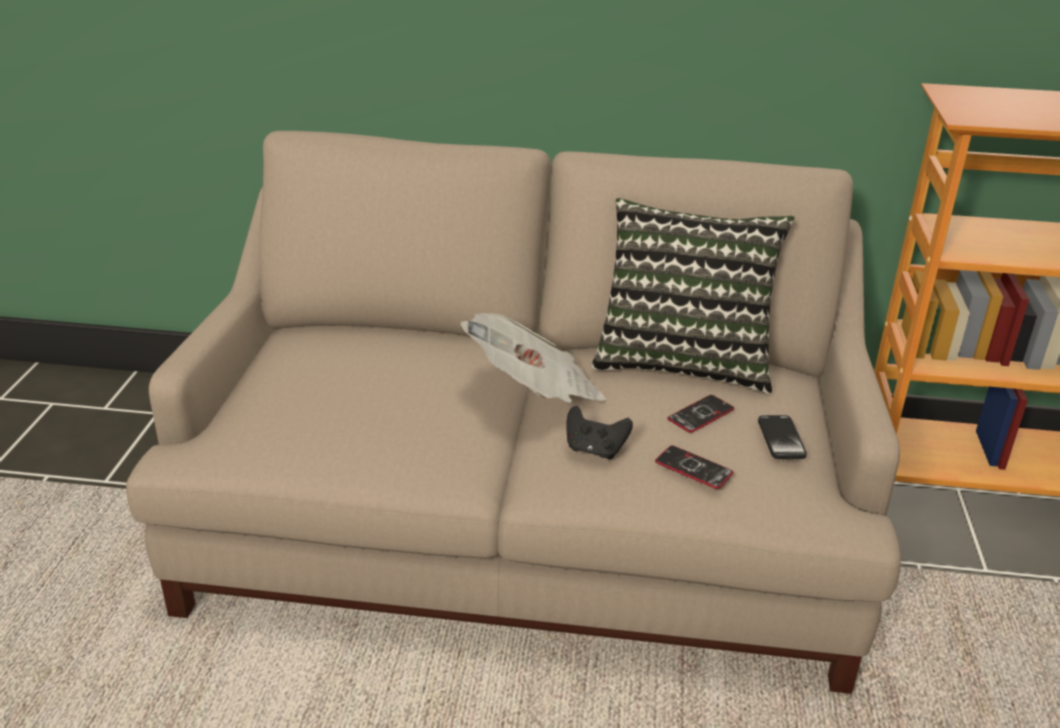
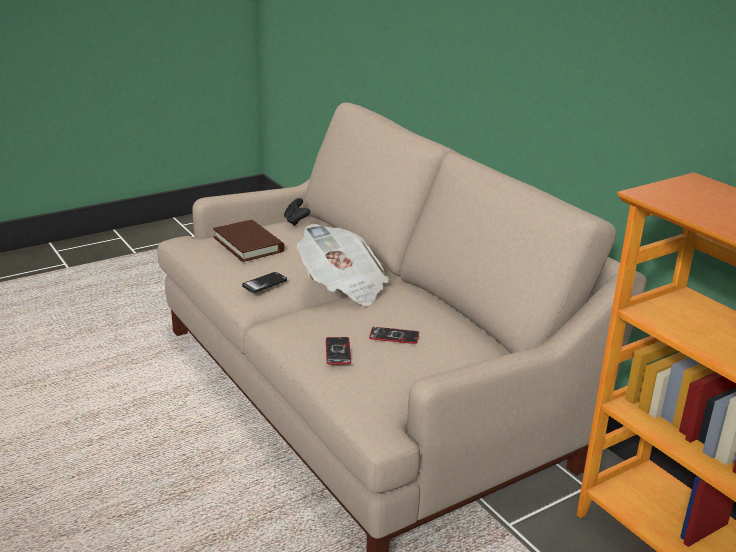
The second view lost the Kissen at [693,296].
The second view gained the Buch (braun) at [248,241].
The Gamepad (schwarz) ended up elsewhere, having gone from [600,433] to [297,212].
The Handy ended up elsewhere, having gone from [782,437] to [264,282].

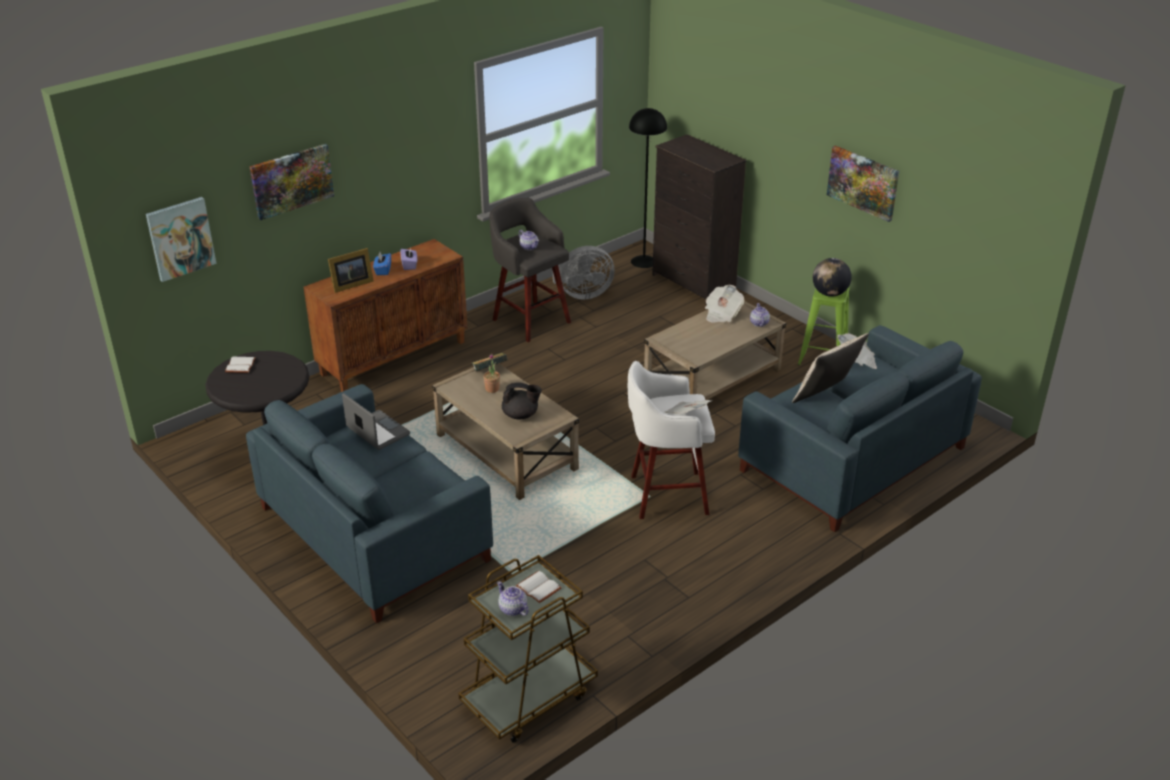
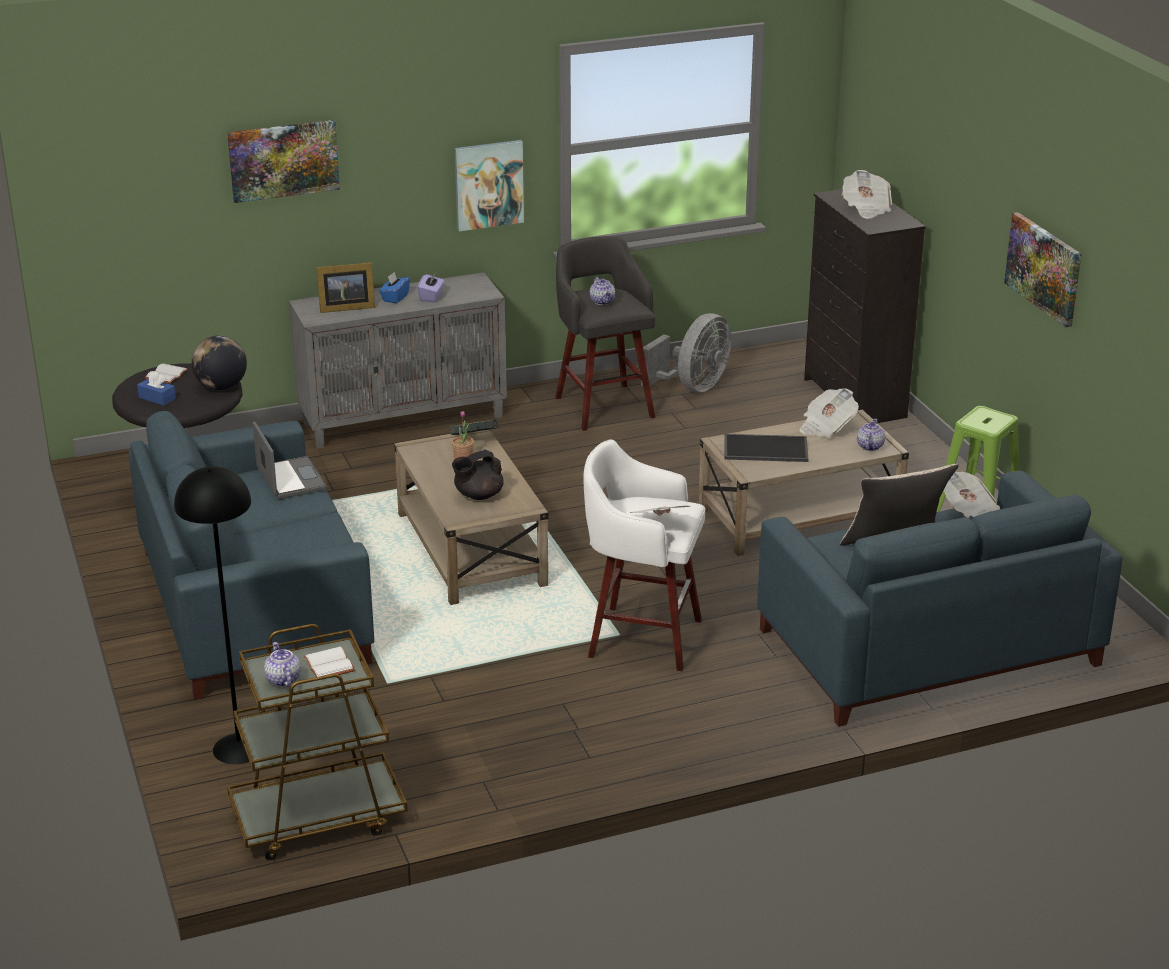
The second view gained the Taschentuchbox (blau) at [156,389].
The second view gained the Tablett at [766,448].
The second view gained the Zeitung at [867,194].
The Bild ended up elsewhere, having gone from [181,239] to [489,185].
The Stehlampe (schwarz) ended up elsewhere, having gone from [648,188] to [212,615].
The Globus ended up elsewhere, having gone from [832,277] to [219,362].
What was the Schrank (braun) at [385,315] turned into the Schrank (grau) at [398,360].
The Teekanne (schwarz) at [522,400] ended up facing another way, 120 degrees clockwise from before.
The Ventilator (grau) at [584,272] ended up facing another way, 60 degrees counterclockwise from before.

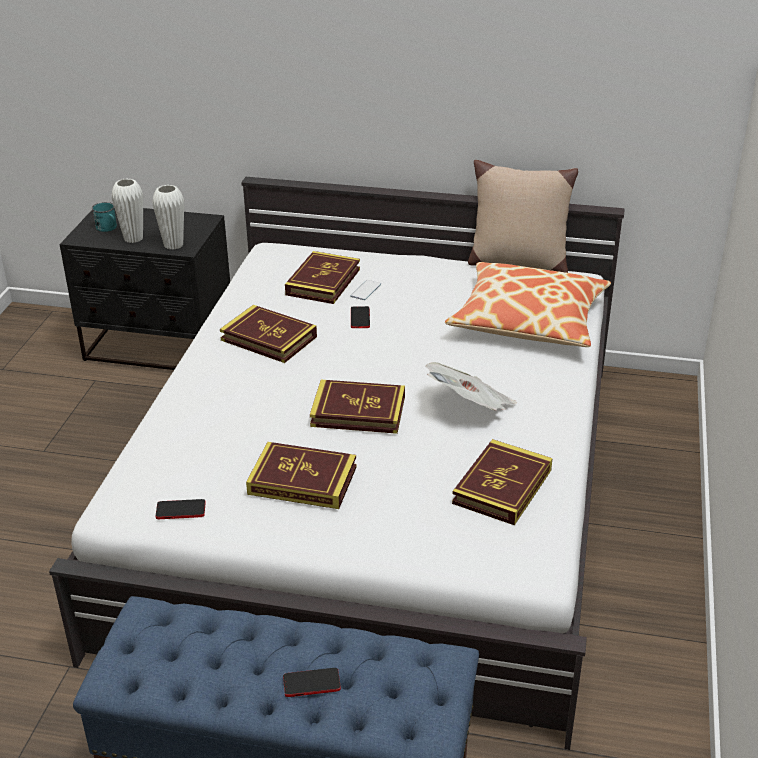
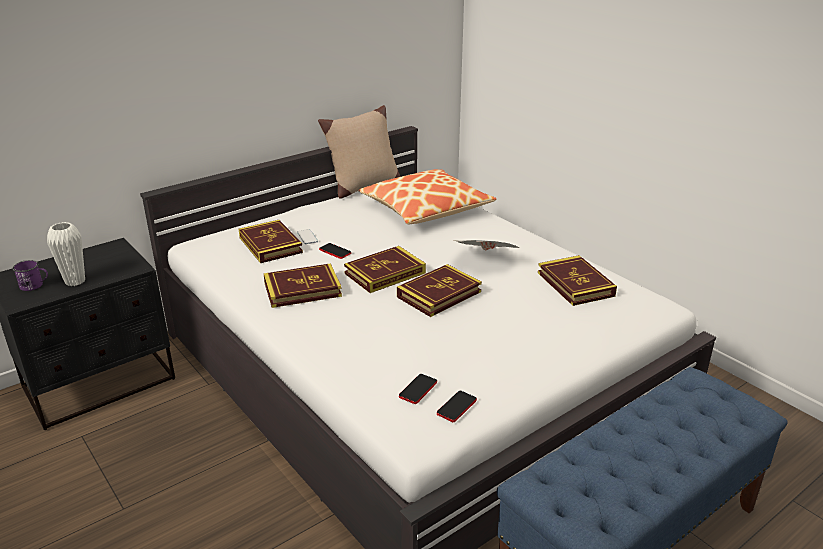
The second view lost the Vase (weiß) at [168,217].
The Buch ended up elsewhere, having gone from [301,475] to [385,269].
The Handy ended up elsewhere, having gone from [312,682] to [418,389].
What was the Henkelbecher (türkis) at [104,217] turned into the Henkelbecher (lila) at [30,275].

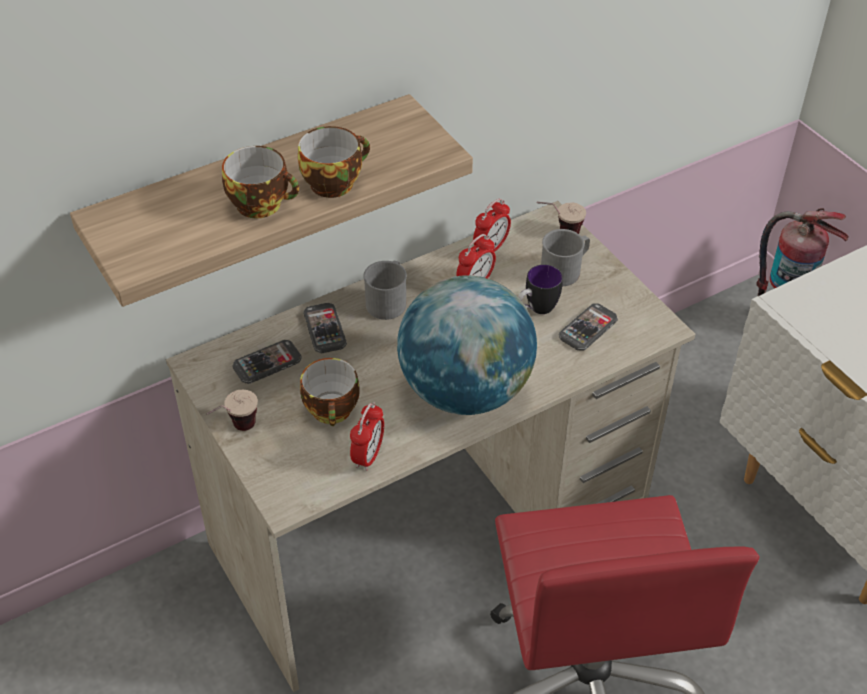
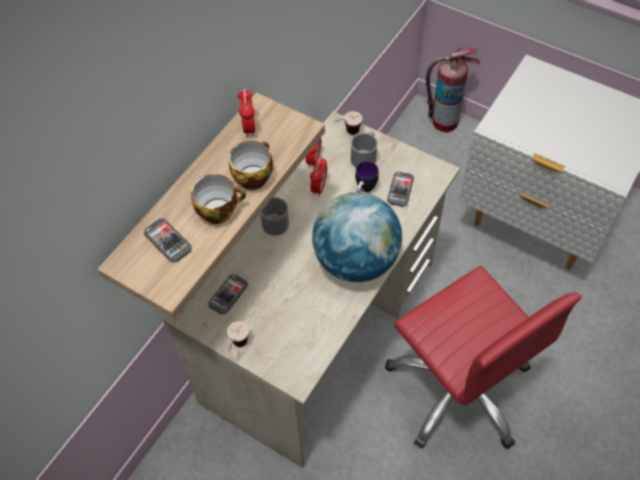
The second view lost the Tasse at [330,392].
The Handy ended up elsewhere, having gone from [325,328] to [168,240].
The Wecker ended up elsewhere, having gone from [367,436] to [246,112].

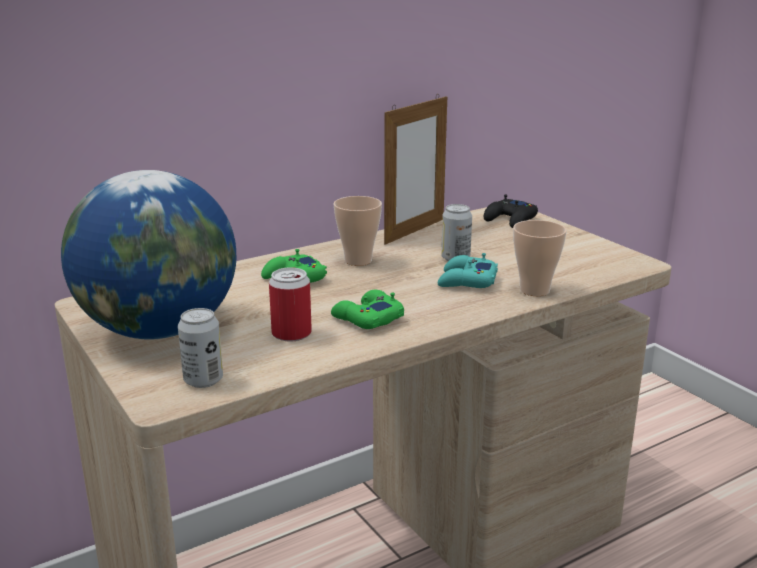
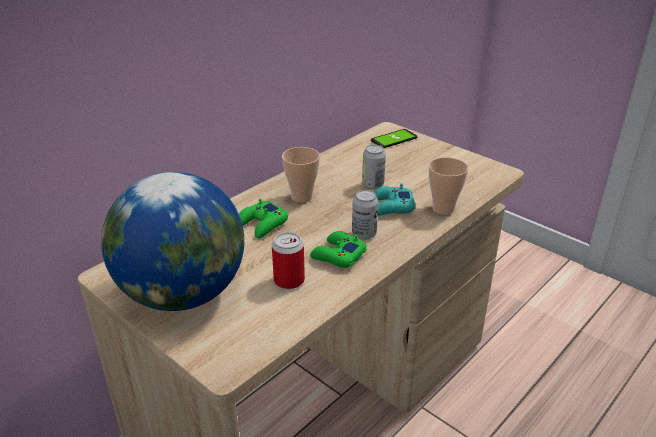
The second view lost the Bilderrahmen at [415,169].
The Dose ended up elsewhere, having gone from [200,348] to [365,215].
Where the Gamepad (schwarz) stood at [511,211], the Handy came to stand at [394,138].

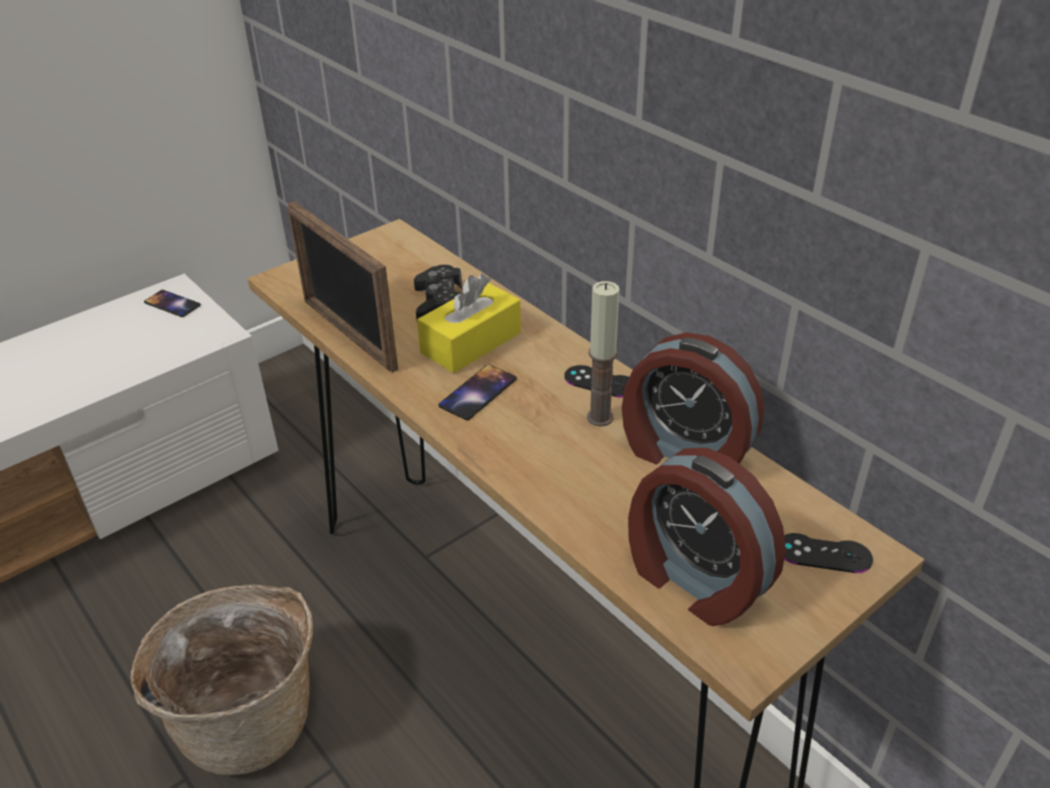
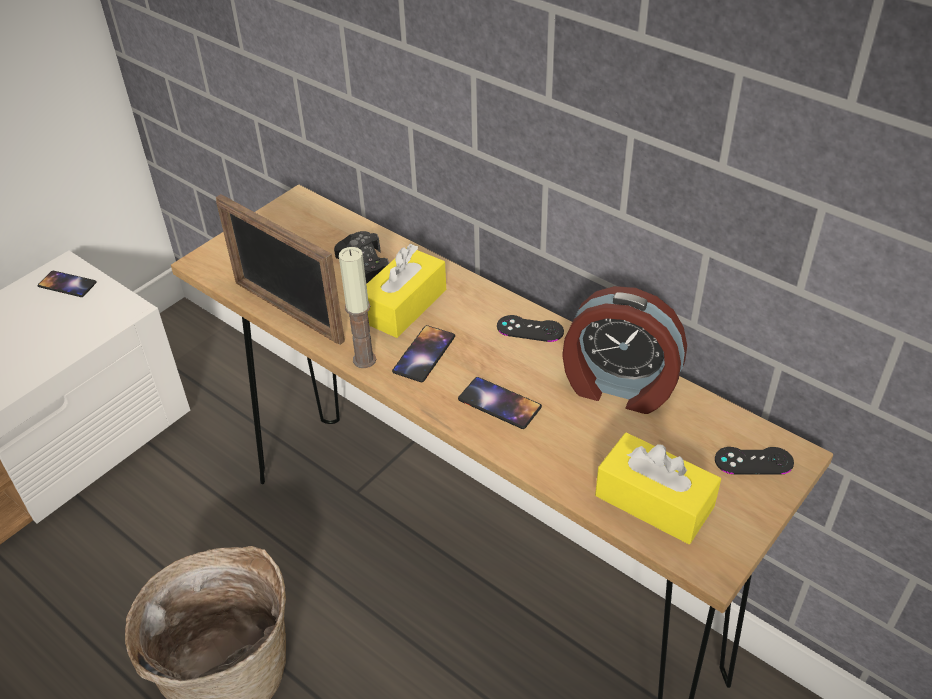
The second view gained the Handy at [500,403].
The Kerze ended up elsewhere, having gone from [603,354] to [357,307].
Where the Wecker stood at [707,537], the Taschentuchbox (gelb) came to stand at [658,488].

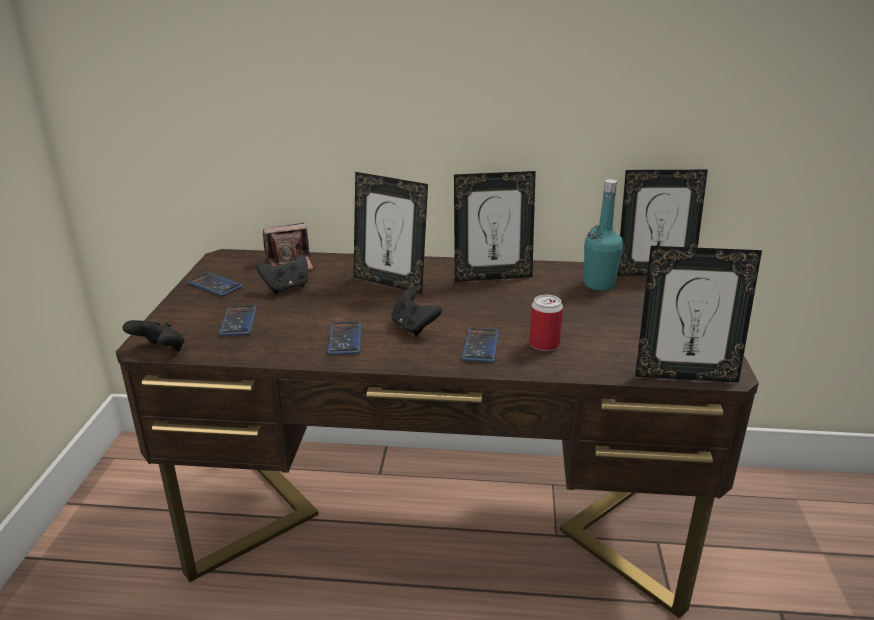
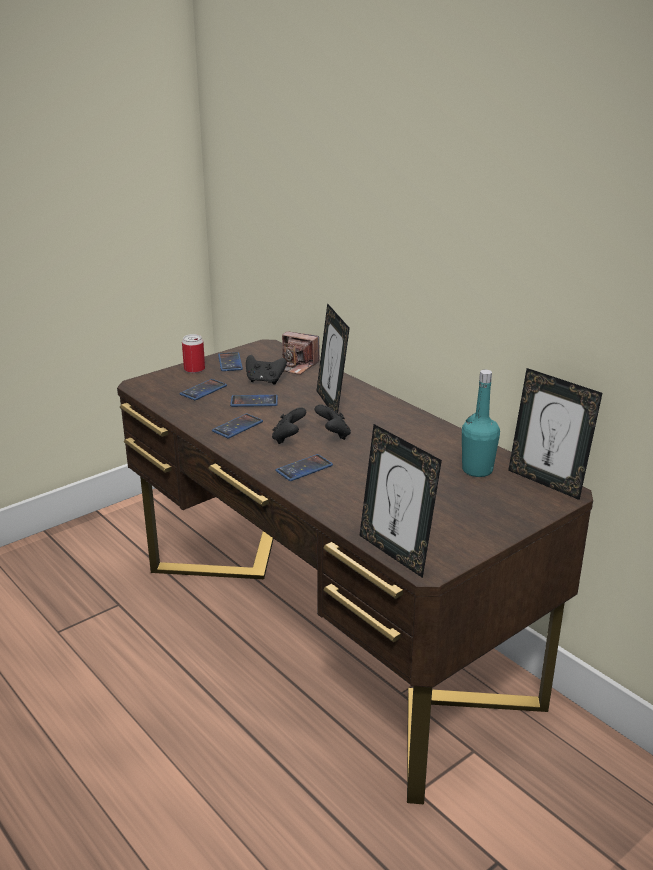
The second view lost the Bilderrahmen at [495,226].
The second view gained the Handy at [254,401].
The Gamepad (schwarz) ended up elsewhere, having gone from [153,335] to [333,422].
The Dose ended up elsewhere, having gone from [546,322] to [193,353].

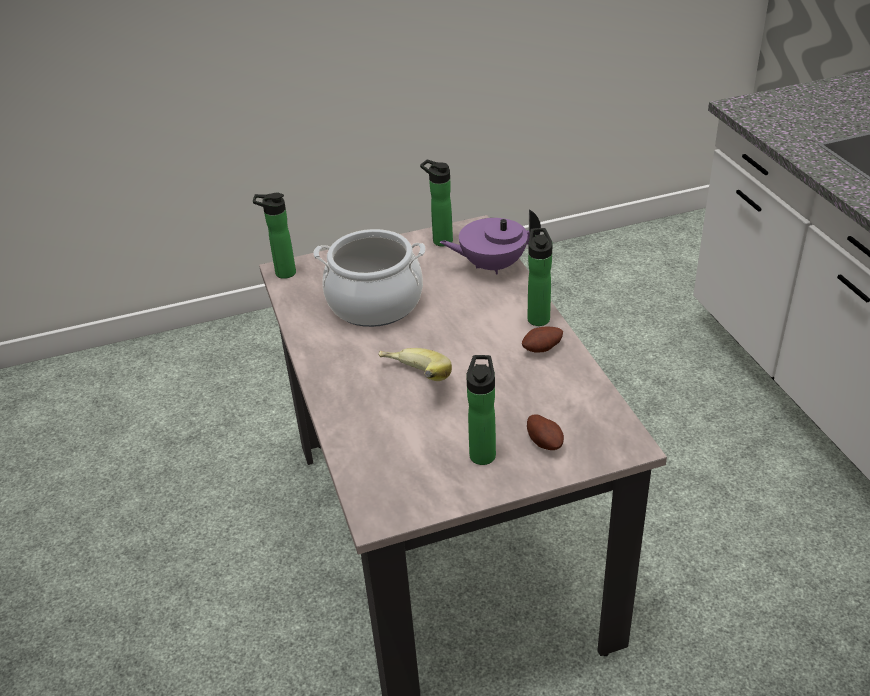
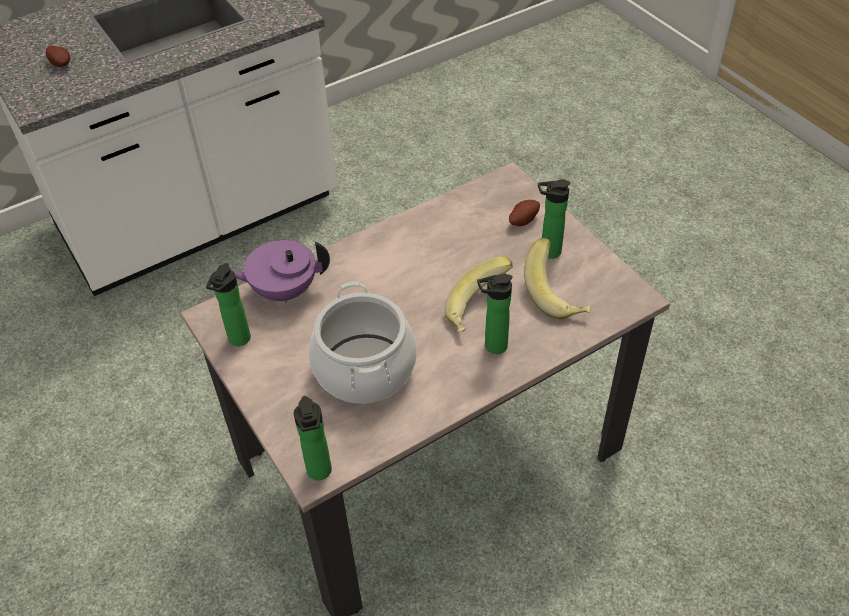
The second view gained the Banane at [557,278].
The Kartoffel ended up elsewhere, having gone from [542,339] to [58,56].
The Flasche ended up elsewhere, having gone from [540,277] to [495,313].
The Teekanne (lila) at [490,242] ended up facing another way, 105 degrees clockwise from before.

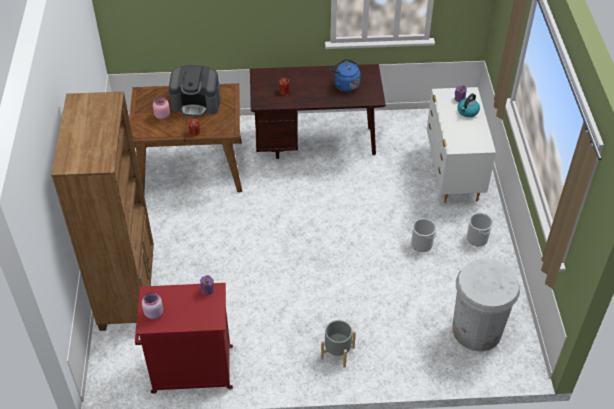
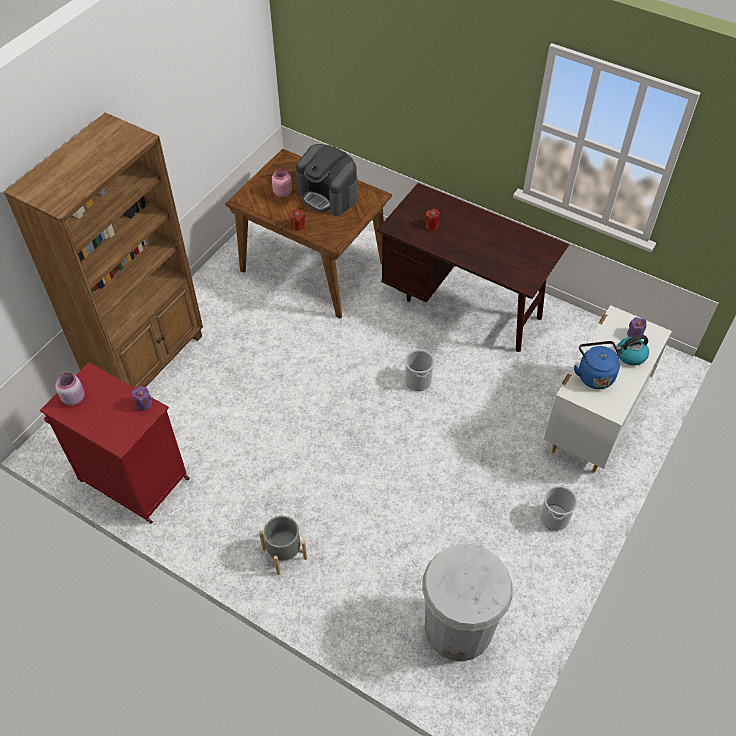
The Wasserkessel (blau) ended up elsewhere, having gone from [345,75] to [597,365].
The Eimer ended up elsewhere, having gone from [423,235] to [420,370].

